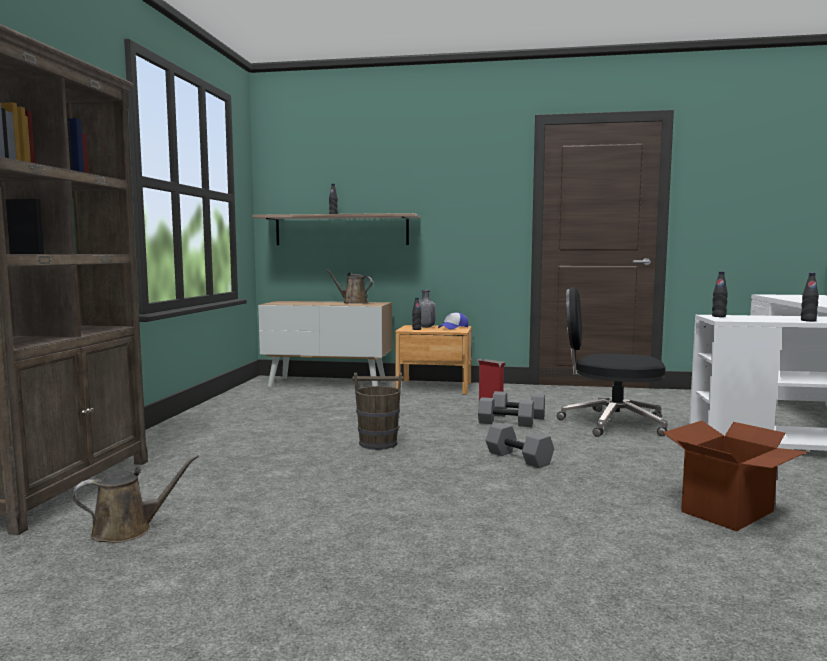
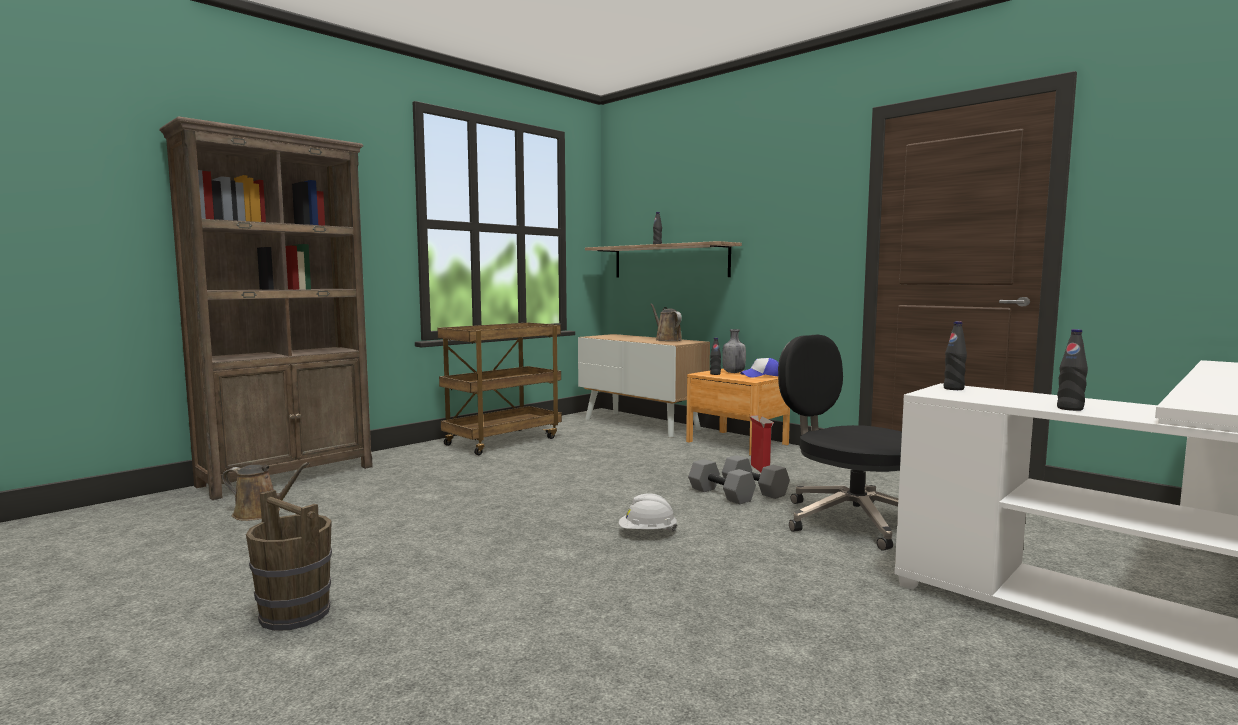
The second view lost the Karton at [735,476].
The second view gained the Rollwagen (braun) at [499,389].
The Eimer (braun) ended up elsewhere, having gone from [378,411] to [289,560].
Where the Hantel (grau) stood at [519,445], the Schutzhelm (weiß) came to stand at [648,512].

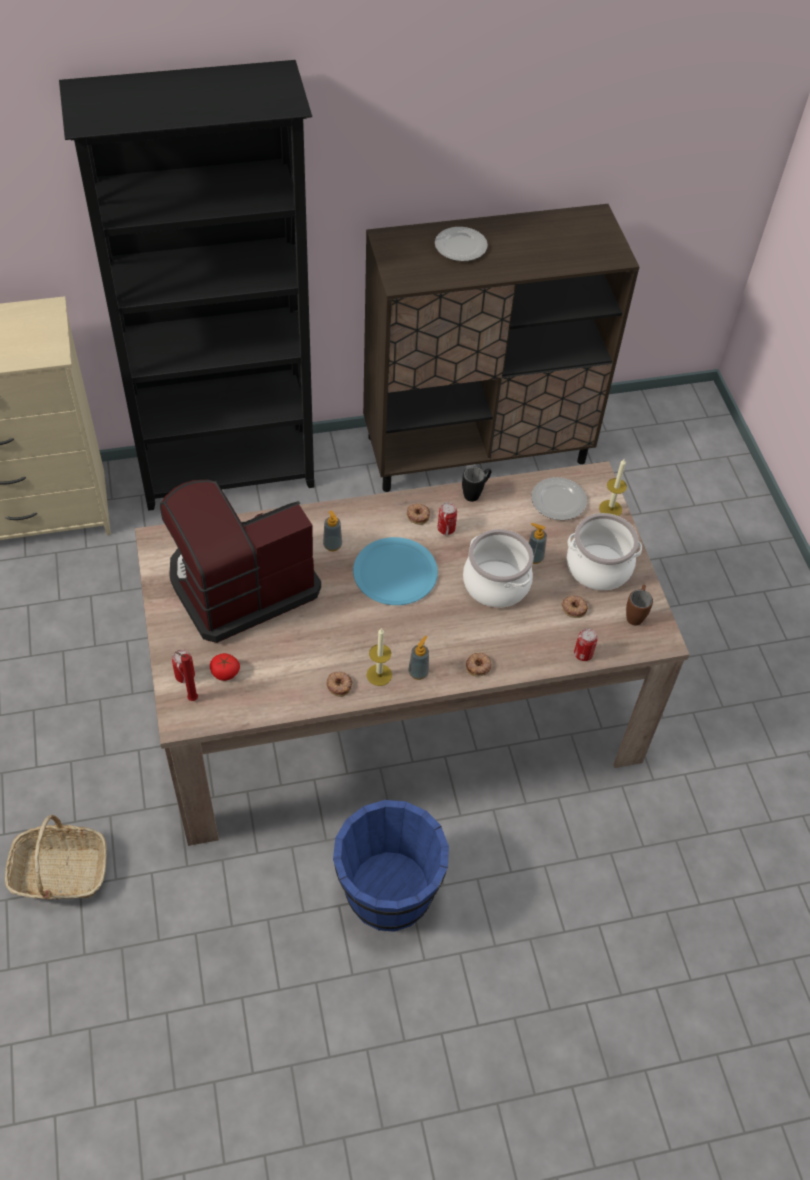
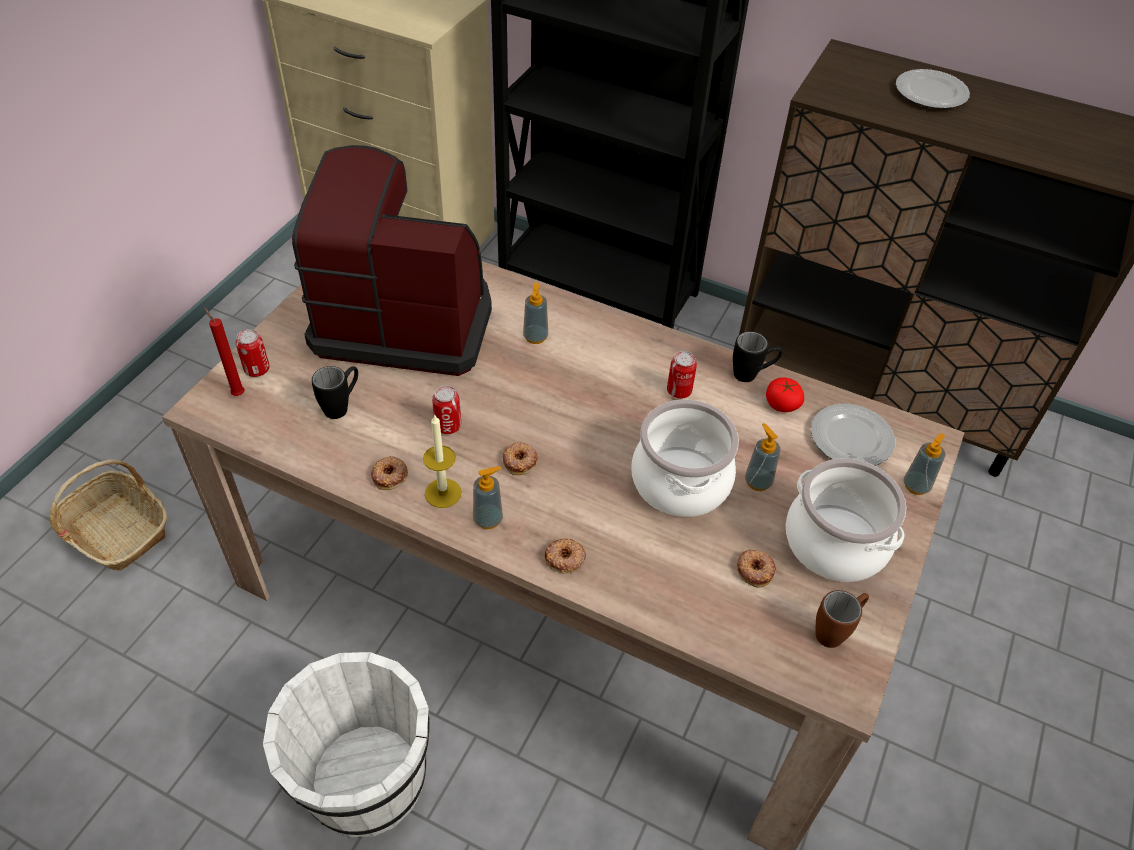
The second view lost the Teller (blau) at [395,571].
The second view gained the Henkelbecher (schwarz) at [335,392].
The Tomate ended up elsewhere, having gone from [225,667] to [785,394].
The Donut ended up elsewhere, having gone from [418,514] to [520,458].
The Dose ended up elsewhere, having gone from [586,644] to [446,409].
Where the Kerze stood at [613,487], the Seifenspender came to stand at [924,464].
What was the Eimer (blau) at [391,866] turned into the Eimer (weiß) at [346,744].

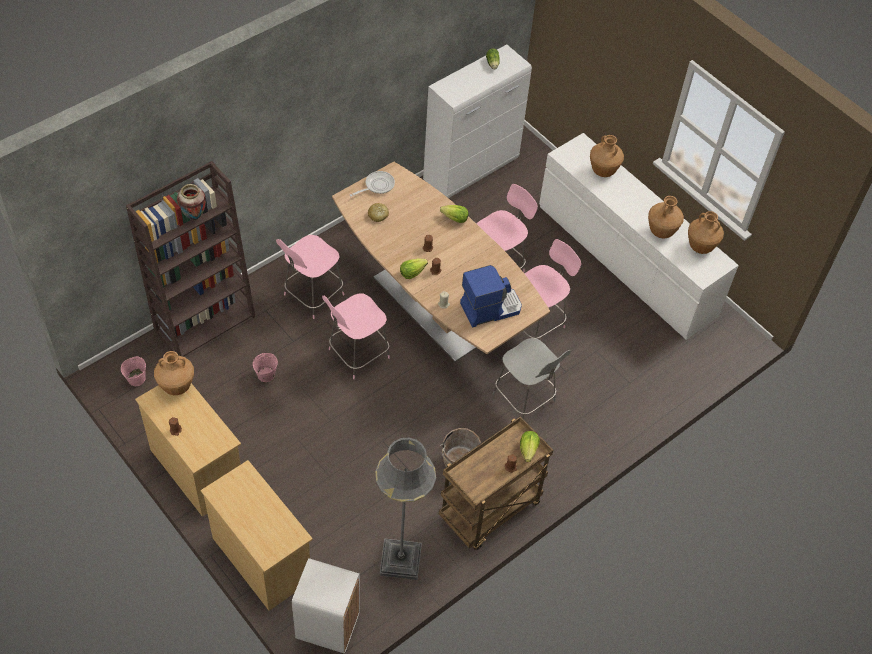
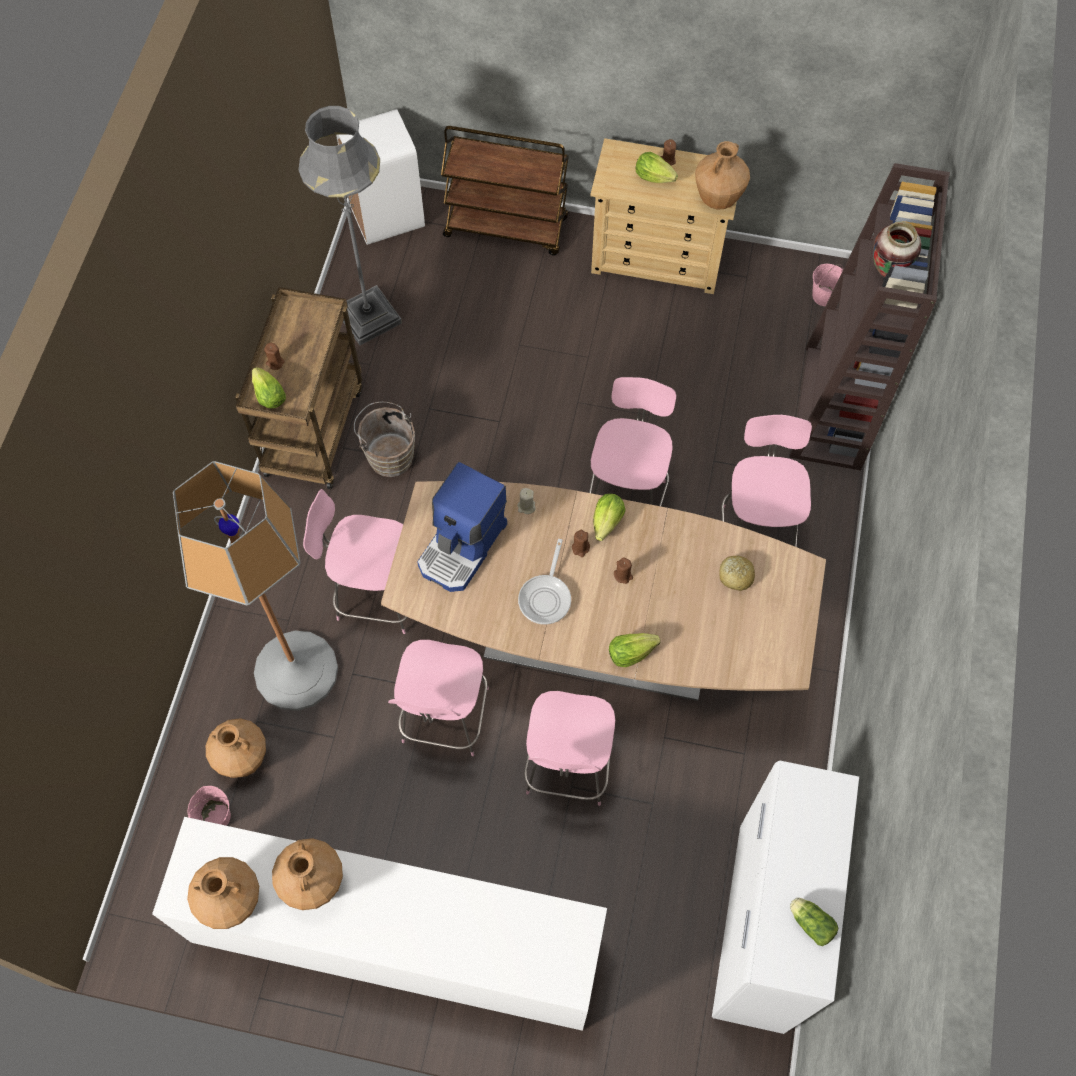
The second view gained the Stehlampe at [255,586].
The second view gained the Salatkopf at [656,167].
The Eimer (rosa) ended up elsewhere, having gone from [265,367] to [209,806].
The Pfanne ended up elsewhere, having gone from [372,184] to [544,582].
The Vase (braun) ended up elsewhere, having gone from [607,156] to [236,748].
Where the Kommode (beige) stood at [257,535], the Rollwagen (braun) came to stand at [505,191].
What was the Stuhl (grau) at [531,378] turned into the Stuhl (rosa) at [355,561].

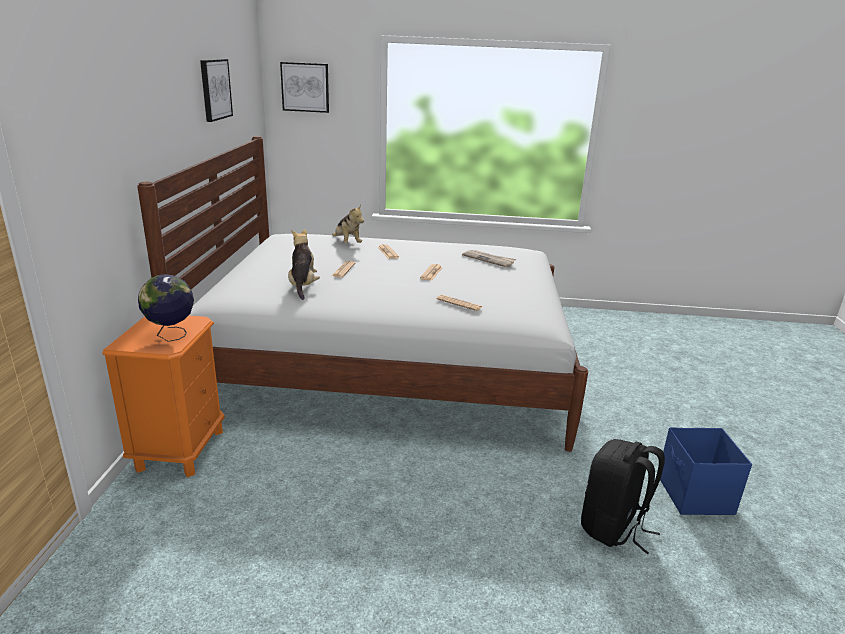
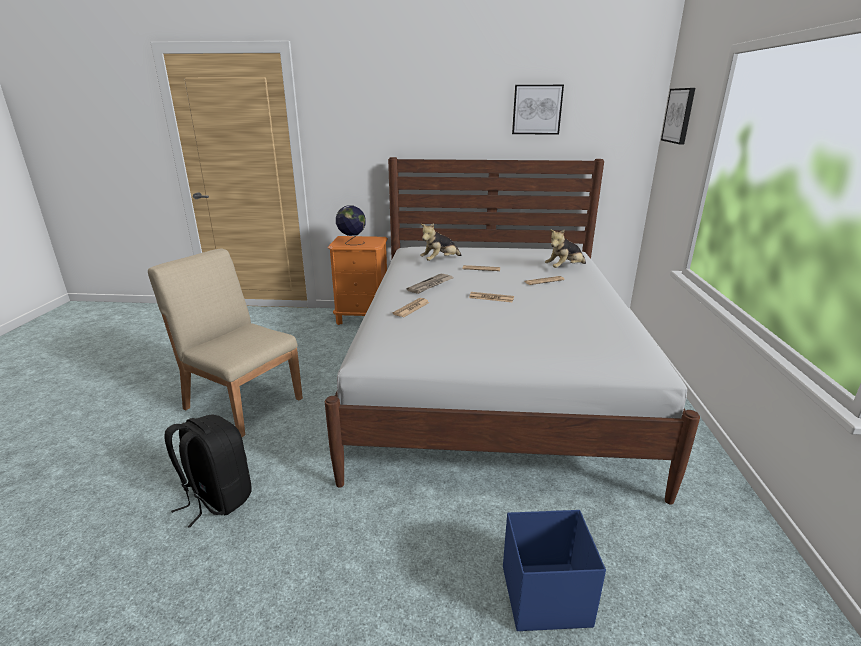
The second view gained the Stuhl (beige) at [225,342].
The Zeitung ended up elsewhere, having gone from [489,258] to [430,284].
The Aufbewahrungsbox (blau) ended up elsewhere, having gone from [706,471] to [554,570].
The Plüschtier at [304,264] ended up facing another way, 150 degrees clockwise from before.

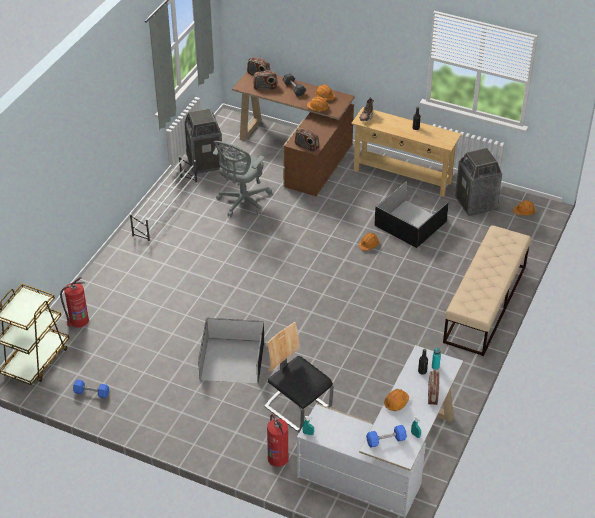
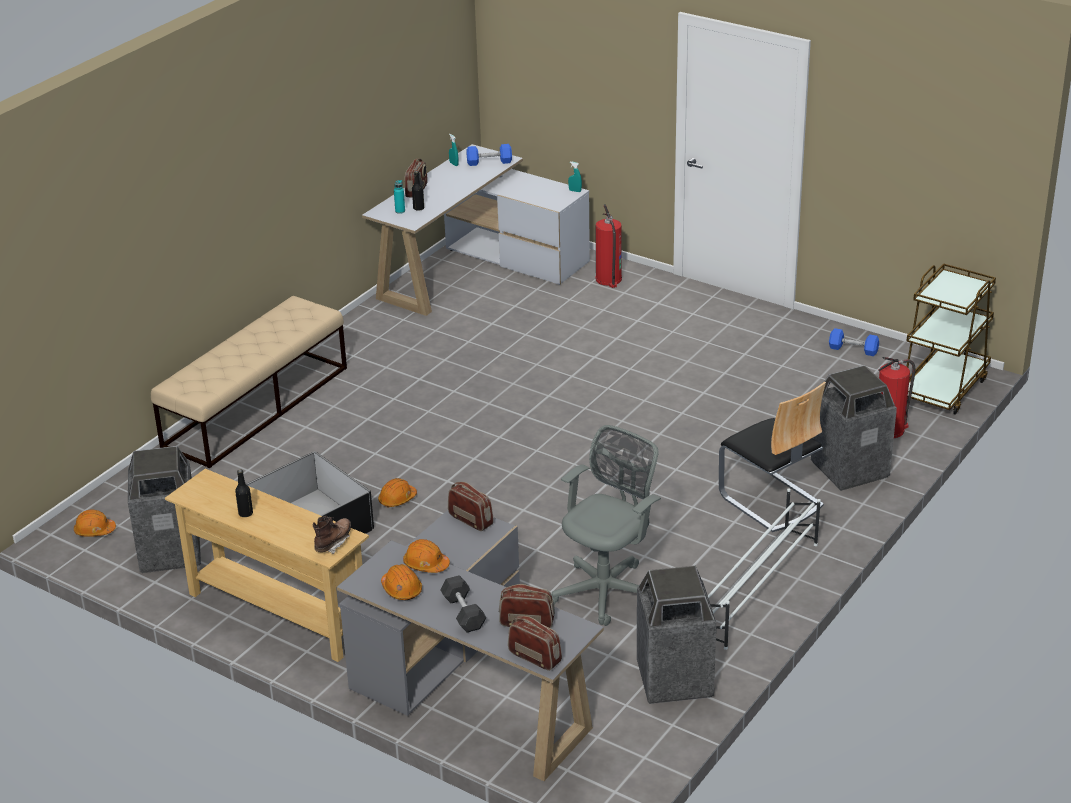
The second view lost the Aufbewahrungsbox (schwarz) at [231,351].
The second view lost the Schutzhelm (orange) at [396,400].
The second view gained the Mülleimer at [854,428].
The Stuhl ended up elsewhere, having gone from [298,377] to [772,457].
What was the Schreibtisch (braun) at [293,134] turned into the Schreibtisch (grau) at [470,645].

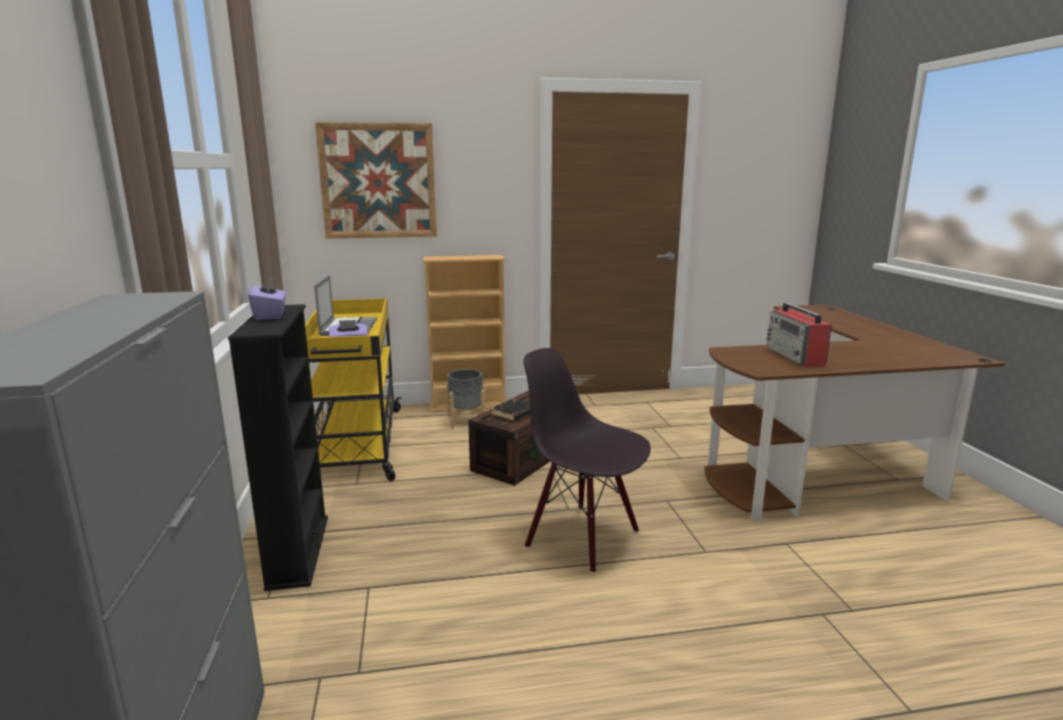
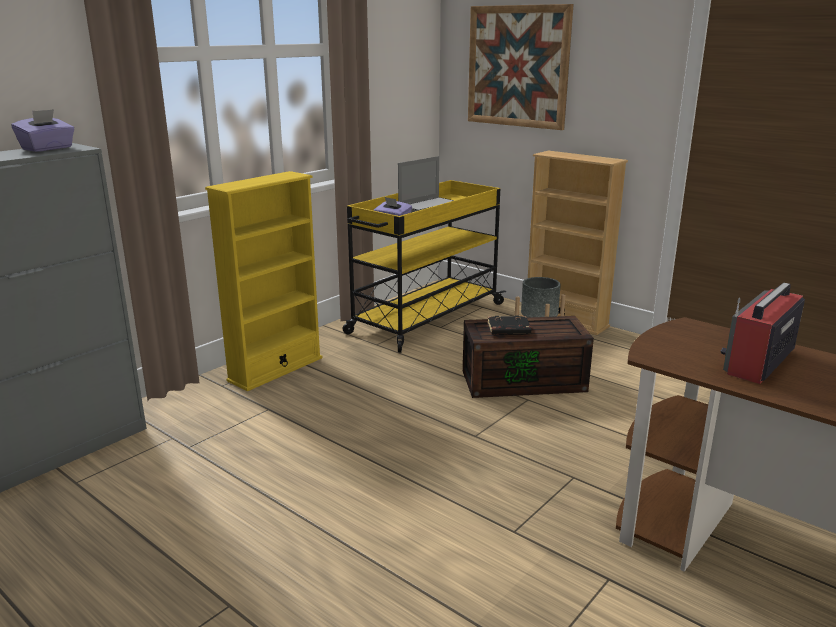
The second view lost the Stuhl (schwarz) at [587,461].
The Taschentuchbox (lila) ended up elsewhere, having gone from [267,298] to [43,130].
What was the Bücherregal (schwarz) at [278,447] turned into the Bücherregal (gelb) at [264,281].

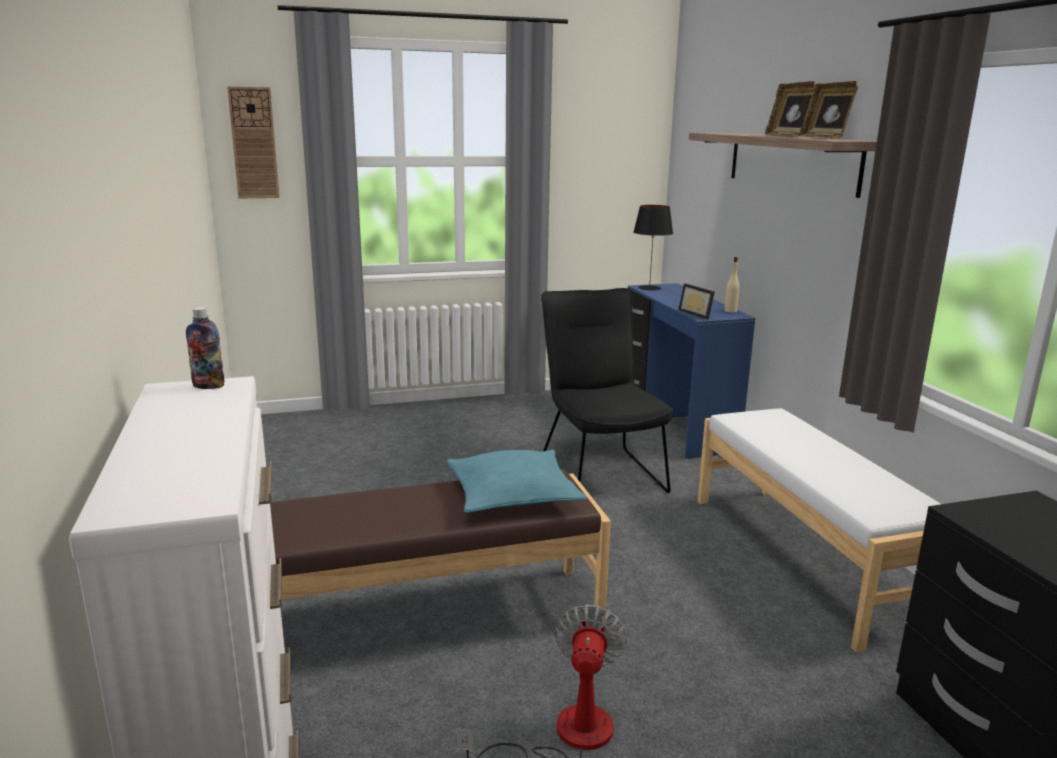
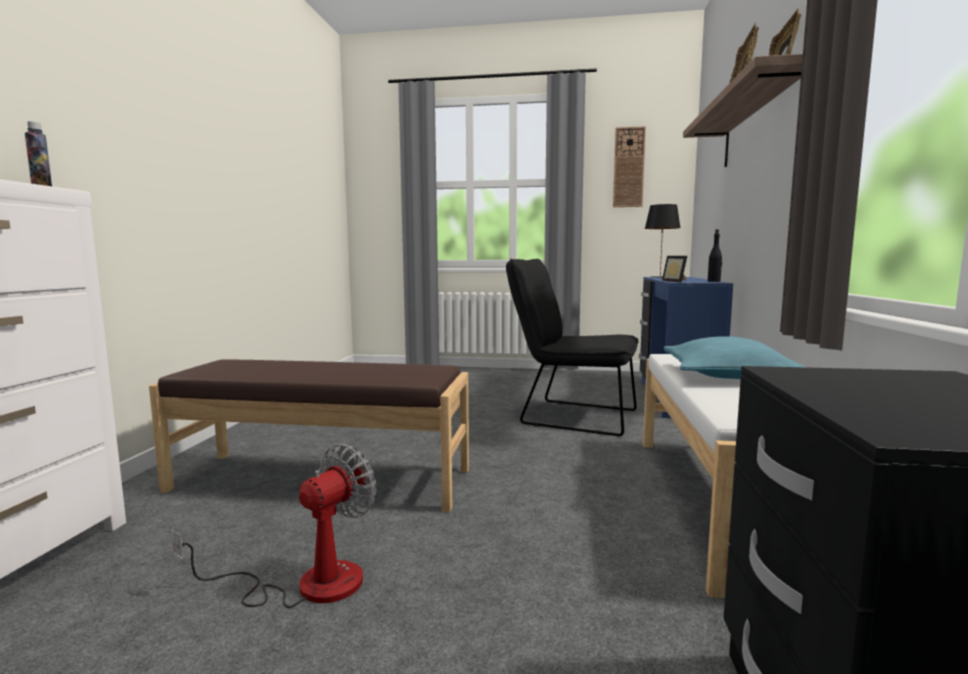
The Wanduhr ended up elsewhere, having gone from [253,142] to [629,166].
The Kissen (türkis) ended up elsewhere, having gone from [517,481] to [734,357].
What was the Flasche (beige) at [731,285] turned into the Flasche (schwarz) at [715,255].
The Stuhl (schwarz) at [607,390] ended up facing another way, 75 degrees counterclockwise from before.

